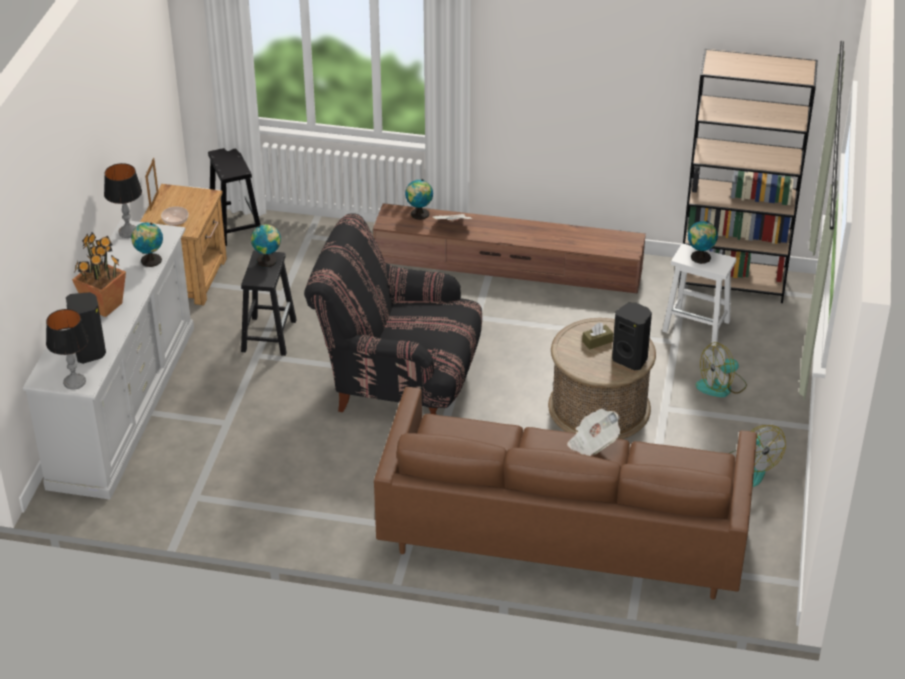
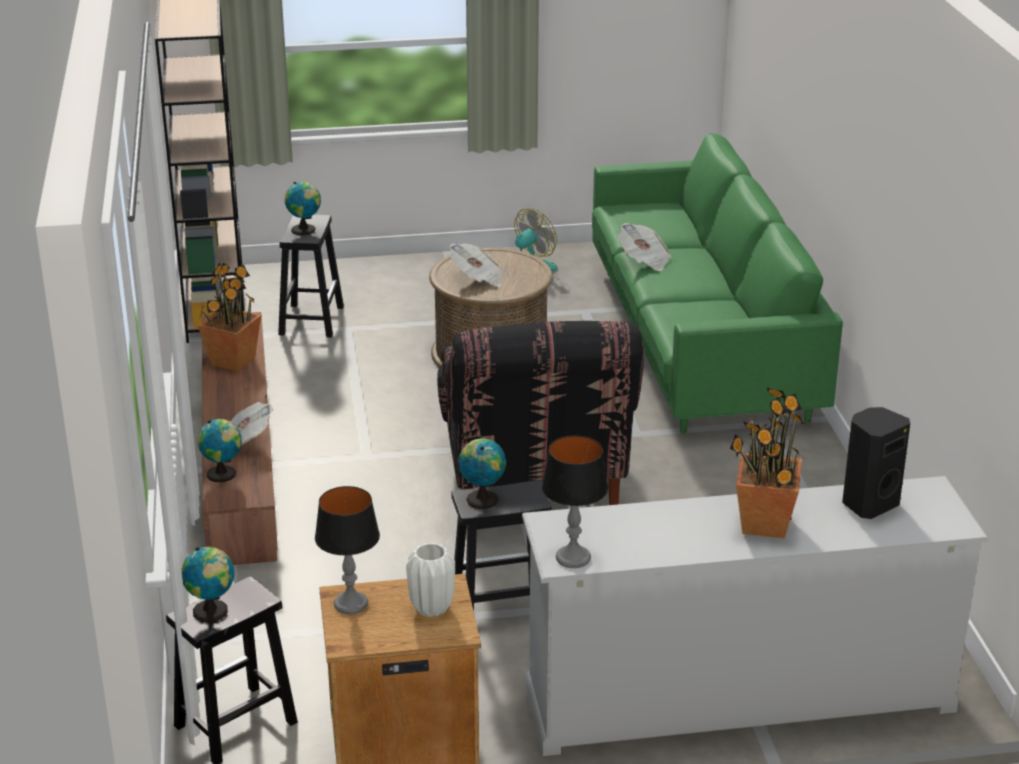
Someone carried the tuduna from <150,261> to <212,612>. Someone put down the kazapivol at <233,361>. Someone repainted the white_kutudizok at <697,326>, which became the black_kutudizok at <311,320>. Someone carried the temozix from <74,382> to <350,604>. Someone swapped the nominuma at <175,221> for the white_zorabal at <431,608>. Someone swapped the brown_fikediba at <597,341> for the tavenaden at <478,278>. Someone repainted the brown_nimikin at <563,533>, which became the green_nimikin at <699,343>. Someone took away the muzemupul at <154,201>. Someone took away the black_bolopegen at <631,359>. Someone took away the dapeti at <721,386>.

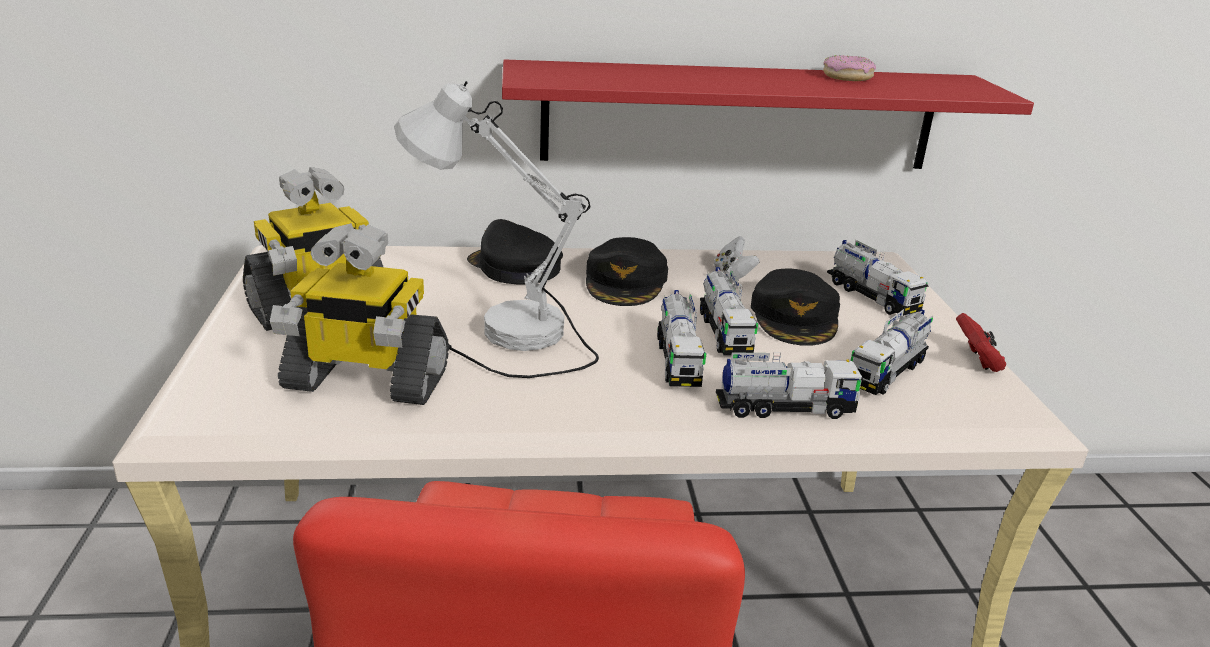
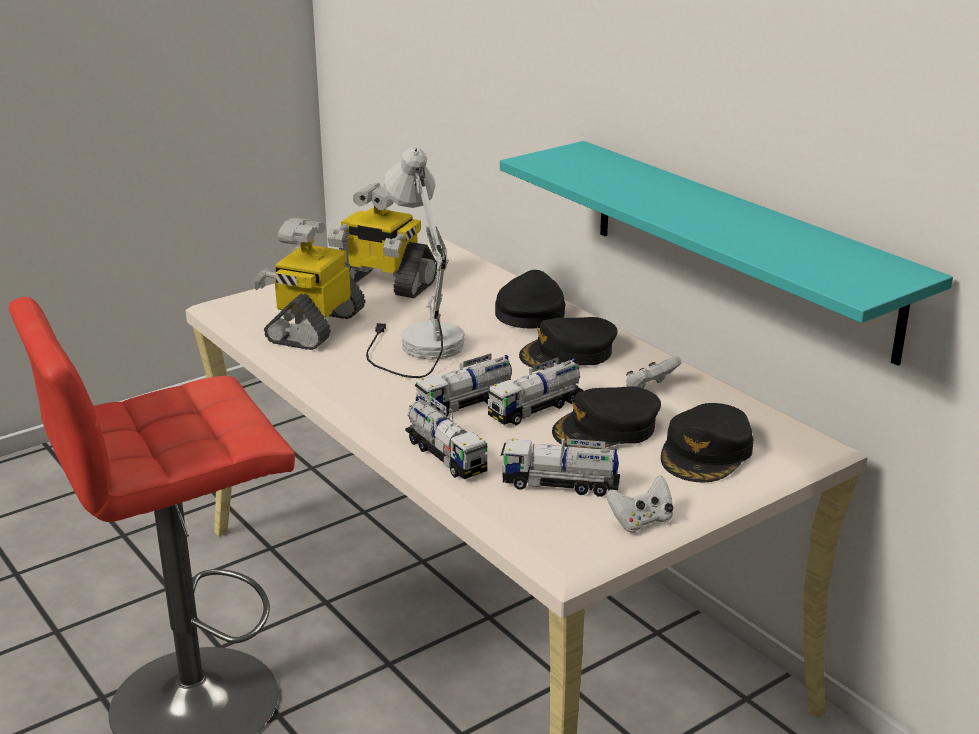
Someone rotated the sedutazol at <365,380> by 45 degrees clockwise. Someone repainted the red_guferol at <740,116>, which became the turquoise_guferol at <739,246>. Someone repainted the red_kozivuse at <977,361>, which became the white_kozivuse at <641,521>. Someone swapped the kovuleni at <871,297> for the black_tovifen at <707,453>. Someone took away the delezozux at <847,77>.

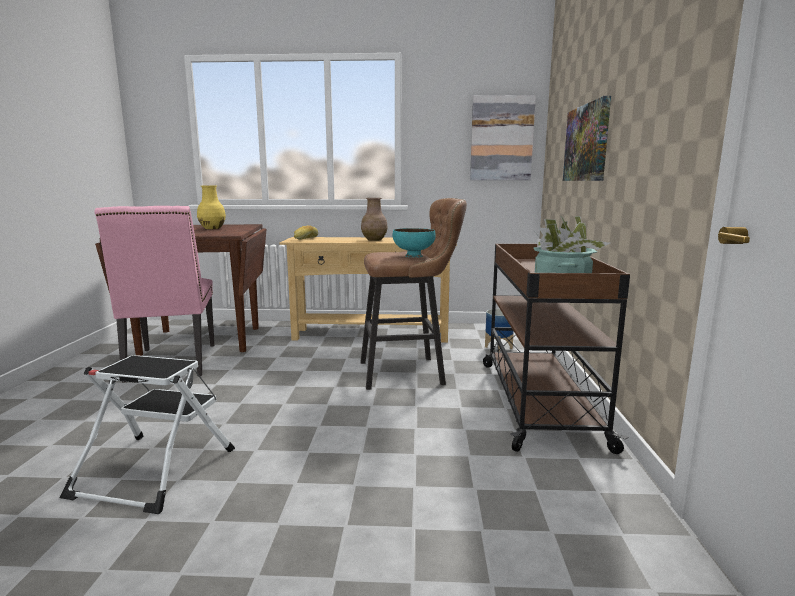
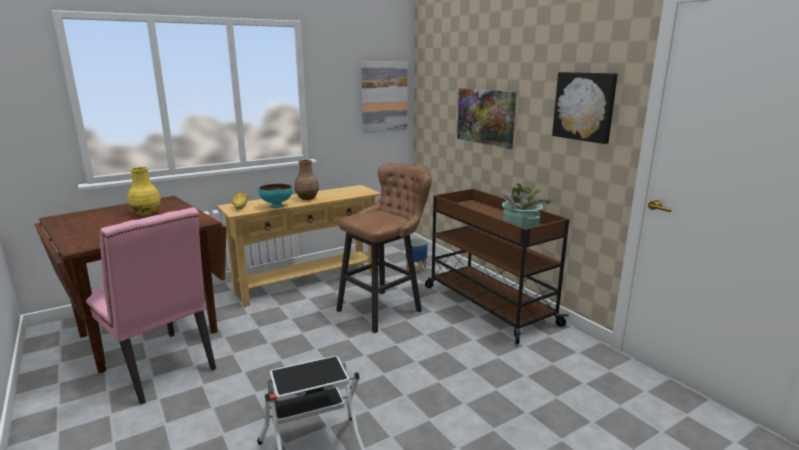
Someone carried the turquoise_nominuma from <413,256> to <276,206>. Someone put up the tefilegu at <585,106>.

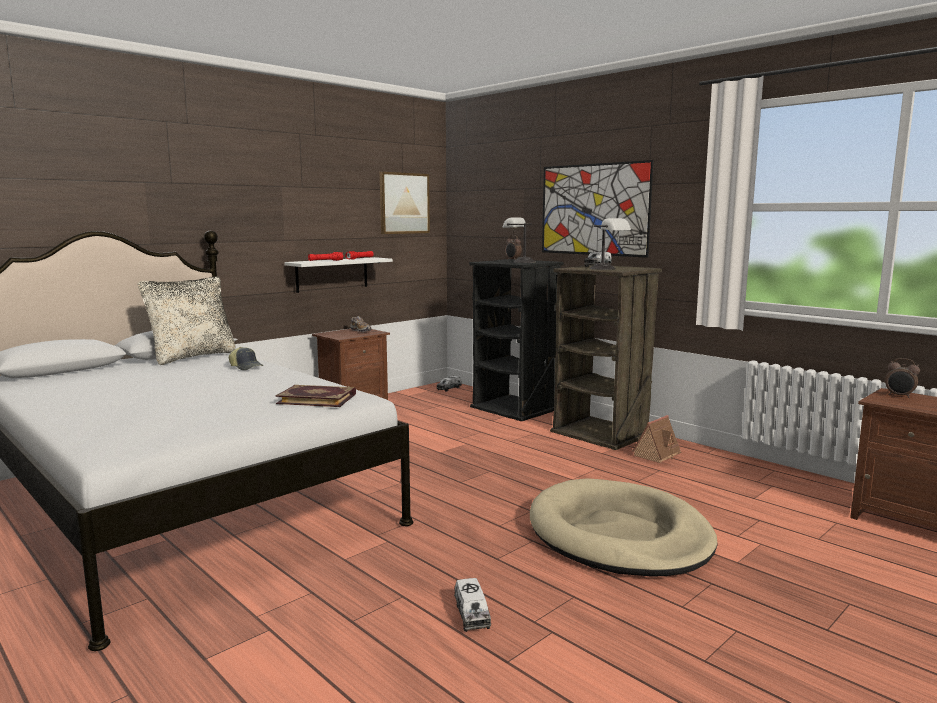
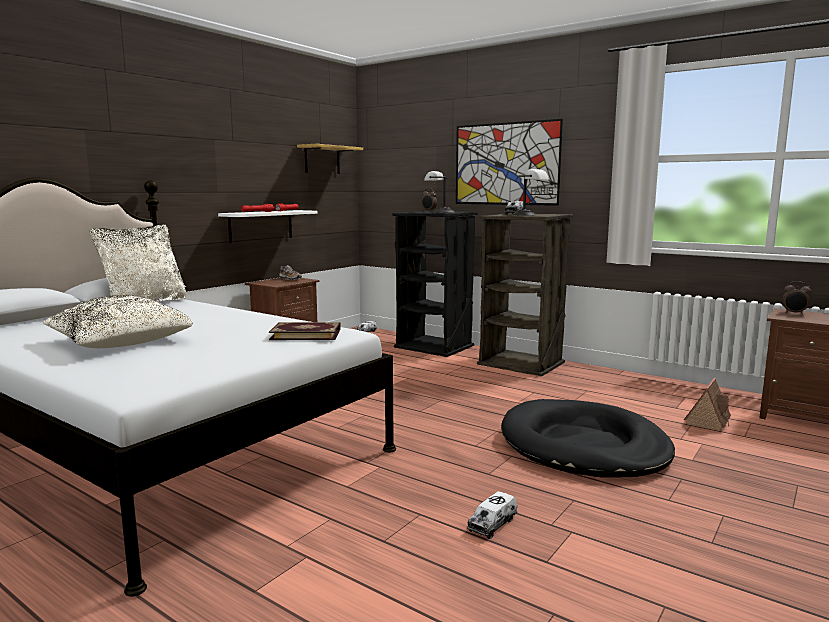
Someone put down the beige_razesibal at <122,340>. Someone swapped the tefilegu at <404,203> for the guferol at <322,160>. Someone rotated the kovuleni at <472,614> by 60 degrees clockwise. Someone repainted the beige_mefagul at <619,535>, which became the black_mefagul at <583,445>. Someone carried the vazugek from <657,454> to <707,421>. Someone took away the tovifen at <246,367>.

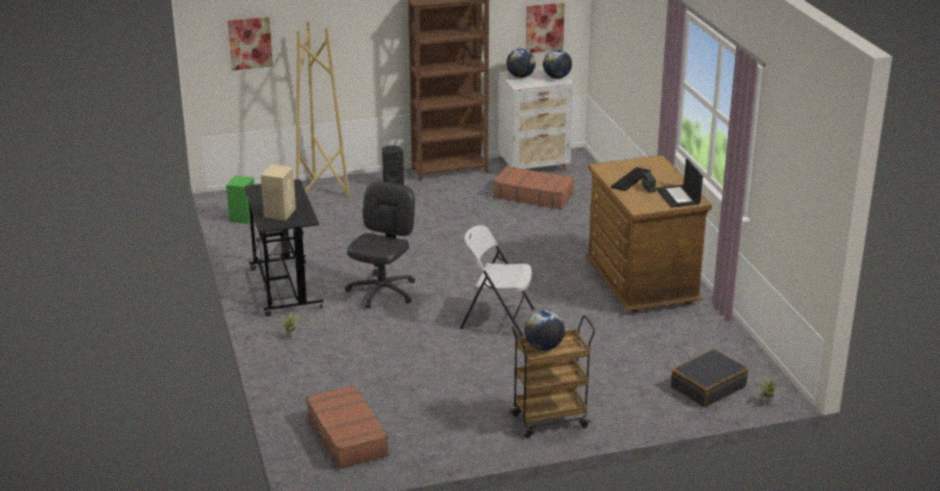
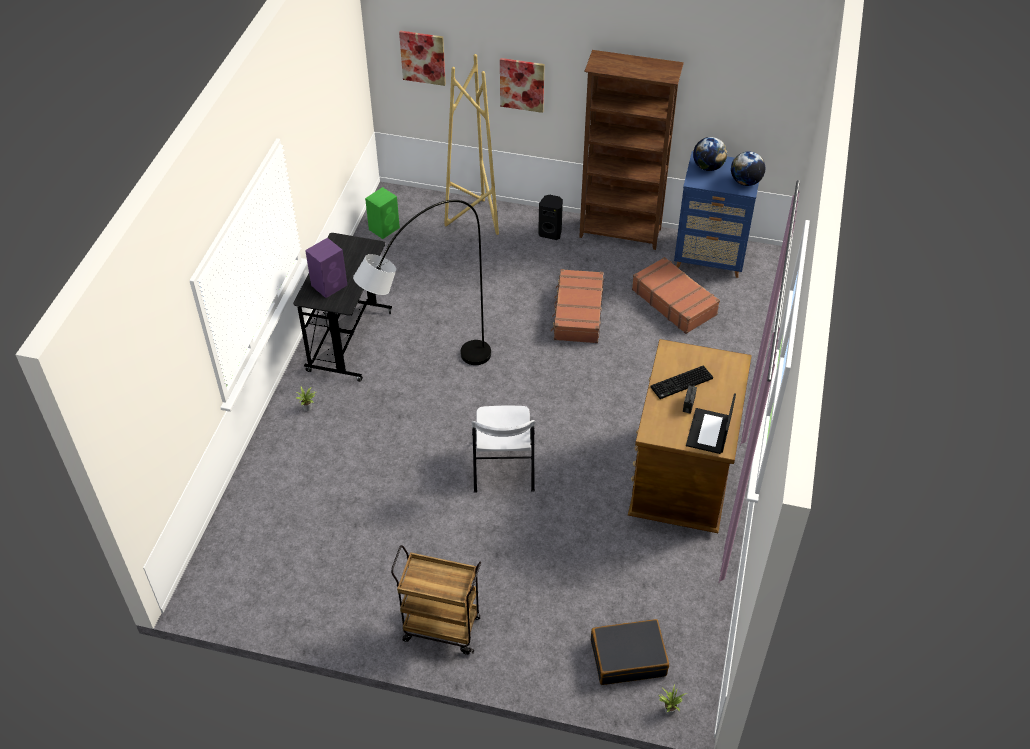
Someone repainted the beige_bolopegen at <280,212>, which became the purple_bolopegen at <330,285>. Someone swapped the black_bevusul at <382,291> for the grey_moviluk at <429,381>. Someone rotated the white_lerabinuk at <497,318> by 135 degrees counterclockwise. Someone carried the tefilegu from <544,27> to <522,84>. Someone carried the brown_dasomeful from <346,437> to <577,313>. Someone repainted the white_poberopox at <534,165>, which became the blue_poberopox at <711,256>. Someone took away the tuduna at <543,347>.

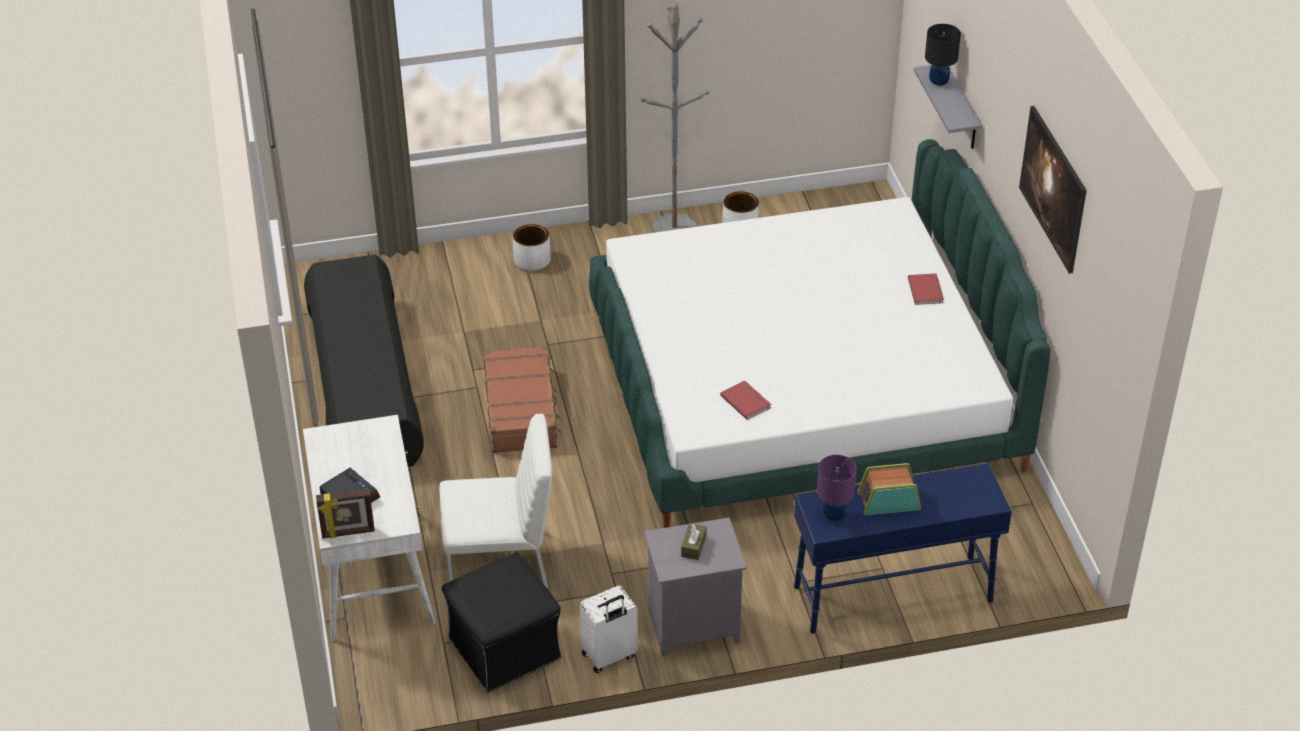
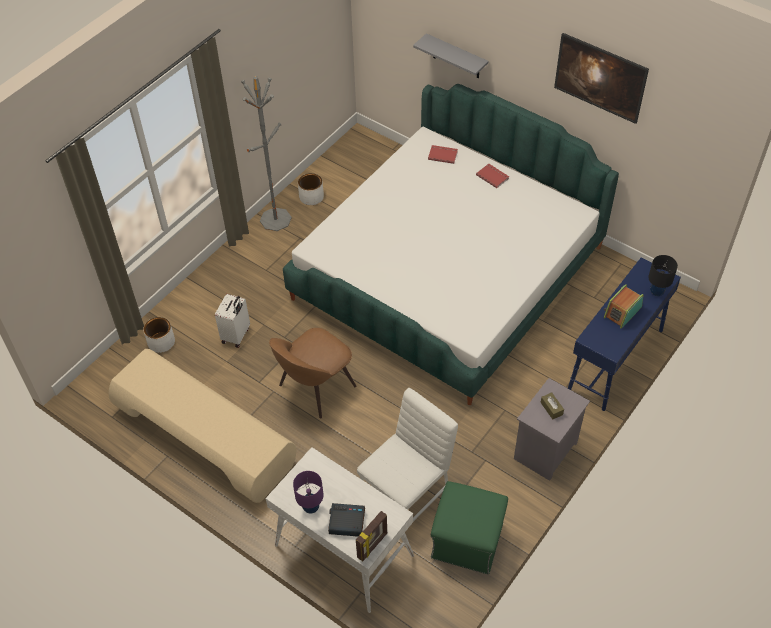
Someone repainted the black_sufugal at <364,384>, which became the beige_sufugal at <204,436>. Someone carried the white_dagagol from <532,260> to <161,342>. Someone carried the white_dasomeful from <609,656> to <236,335>. Someone swapped the brown_dasomeful at <522,410> for the brown_lerabinuk at <315,388>. Someone carried the purple_temozix from <833,514> to <310,507>. Someone carried the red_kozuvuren from <746,401> to <442,154>. Someone repainted the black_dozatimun at <505,649>, which became the green_dozatimun at <468,541>. Someone carried the black_temozix from <938,82> to <656,292>.

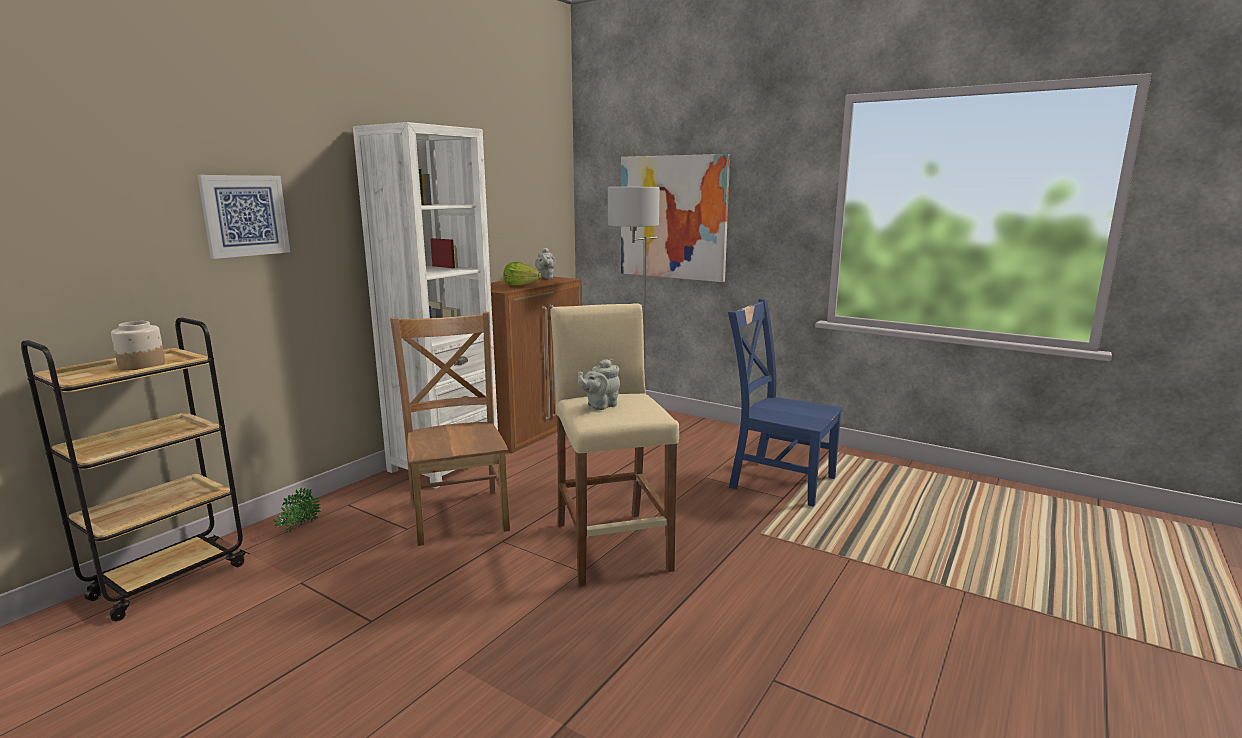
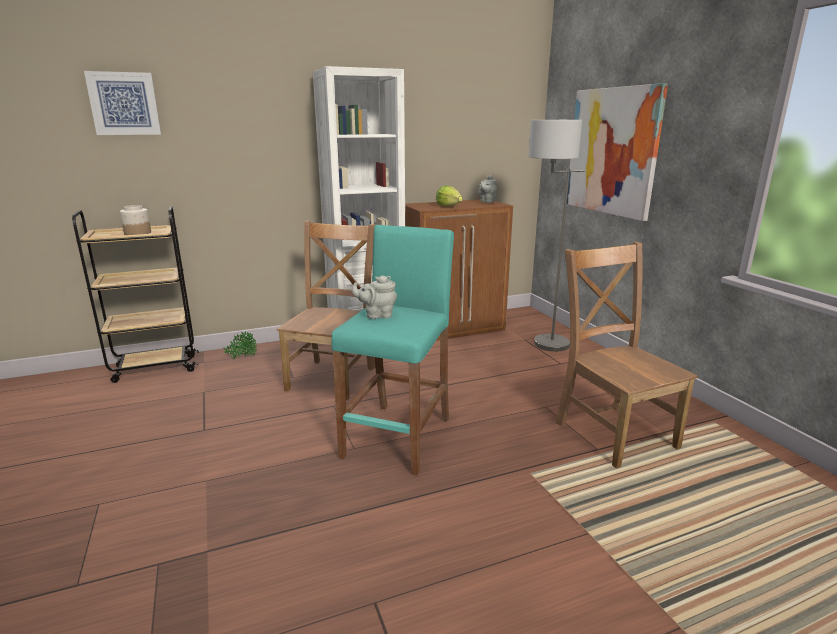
Someone carried the tefilegu from <244,215> to <124,104>. Someone repainted the beige_kutudizok at <611,546>, which became the turquoise_kutudizok at <398,437>. Someone repainted the blue_lerabinuk at <778,481>, which became the brown_lerabinuk at <612,432>.

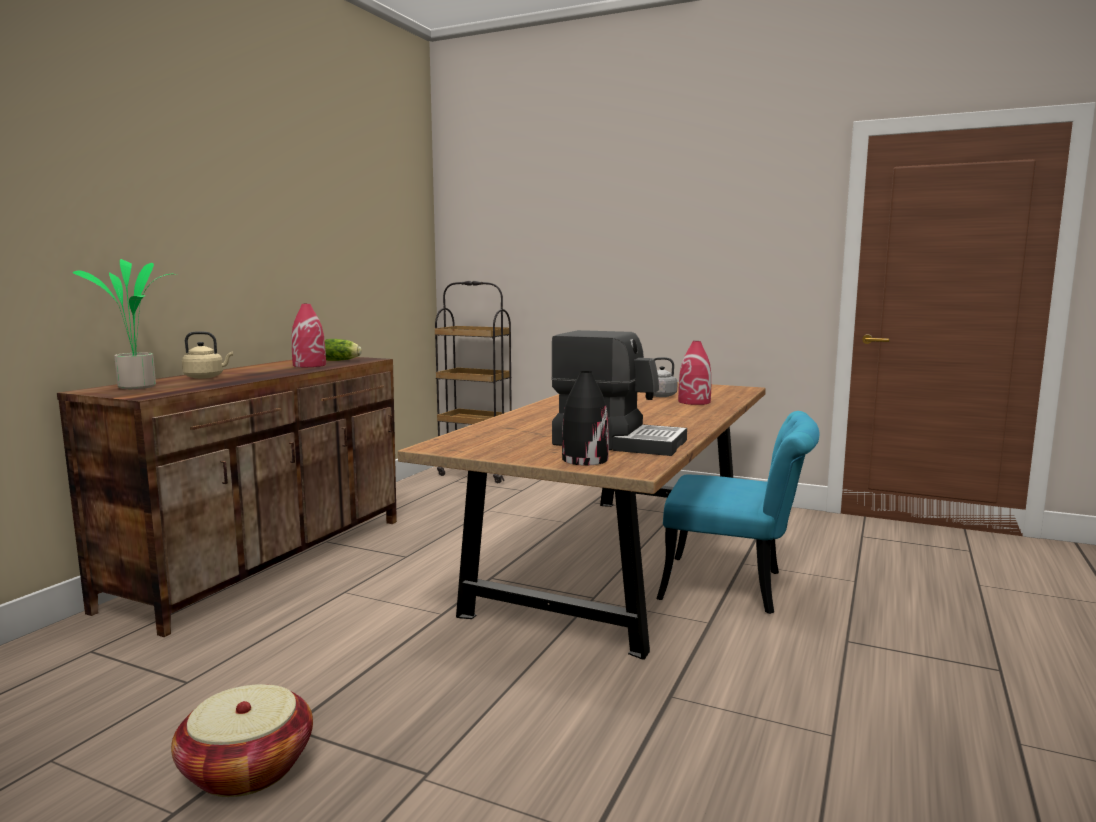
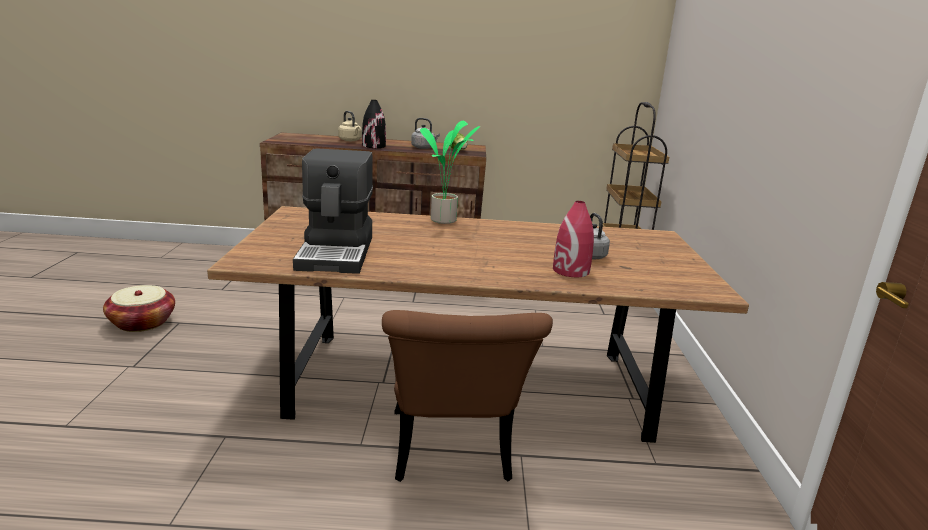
Someone carried the black_zorabal from <584,460> to <373,146>. Someone repainted the turquoise_lerabinuk at <736,587>, which became the brown_lerabinuk at <452,455>. Someone swapped the red_zorabal at <309,365> for the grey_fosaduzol at <424,148>. Someone carried the kazapivol from <139,386> to <445,220>.

